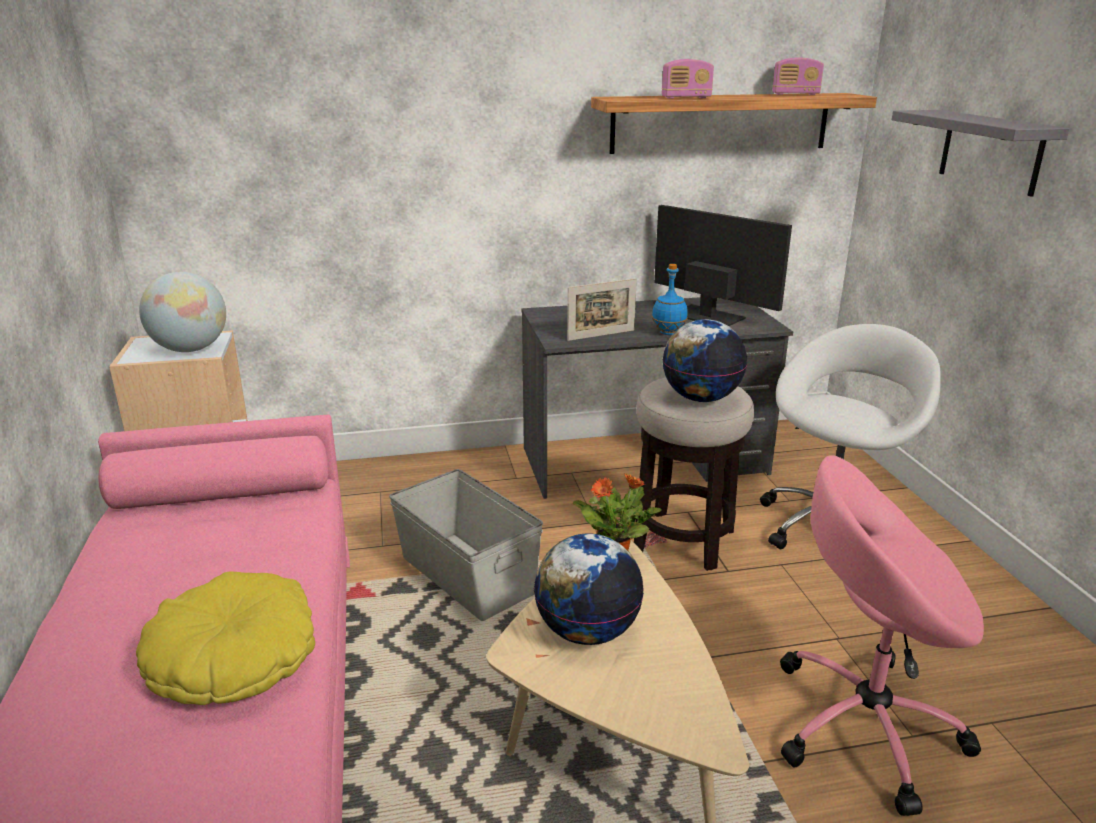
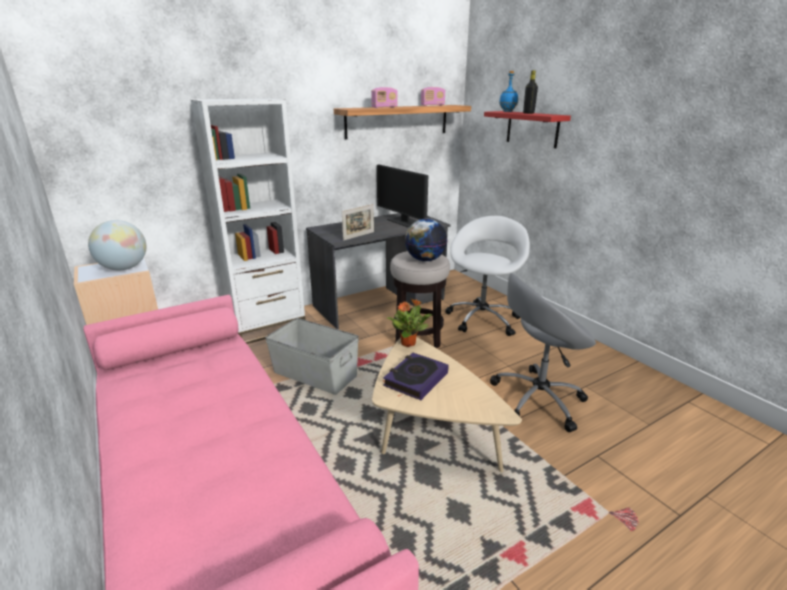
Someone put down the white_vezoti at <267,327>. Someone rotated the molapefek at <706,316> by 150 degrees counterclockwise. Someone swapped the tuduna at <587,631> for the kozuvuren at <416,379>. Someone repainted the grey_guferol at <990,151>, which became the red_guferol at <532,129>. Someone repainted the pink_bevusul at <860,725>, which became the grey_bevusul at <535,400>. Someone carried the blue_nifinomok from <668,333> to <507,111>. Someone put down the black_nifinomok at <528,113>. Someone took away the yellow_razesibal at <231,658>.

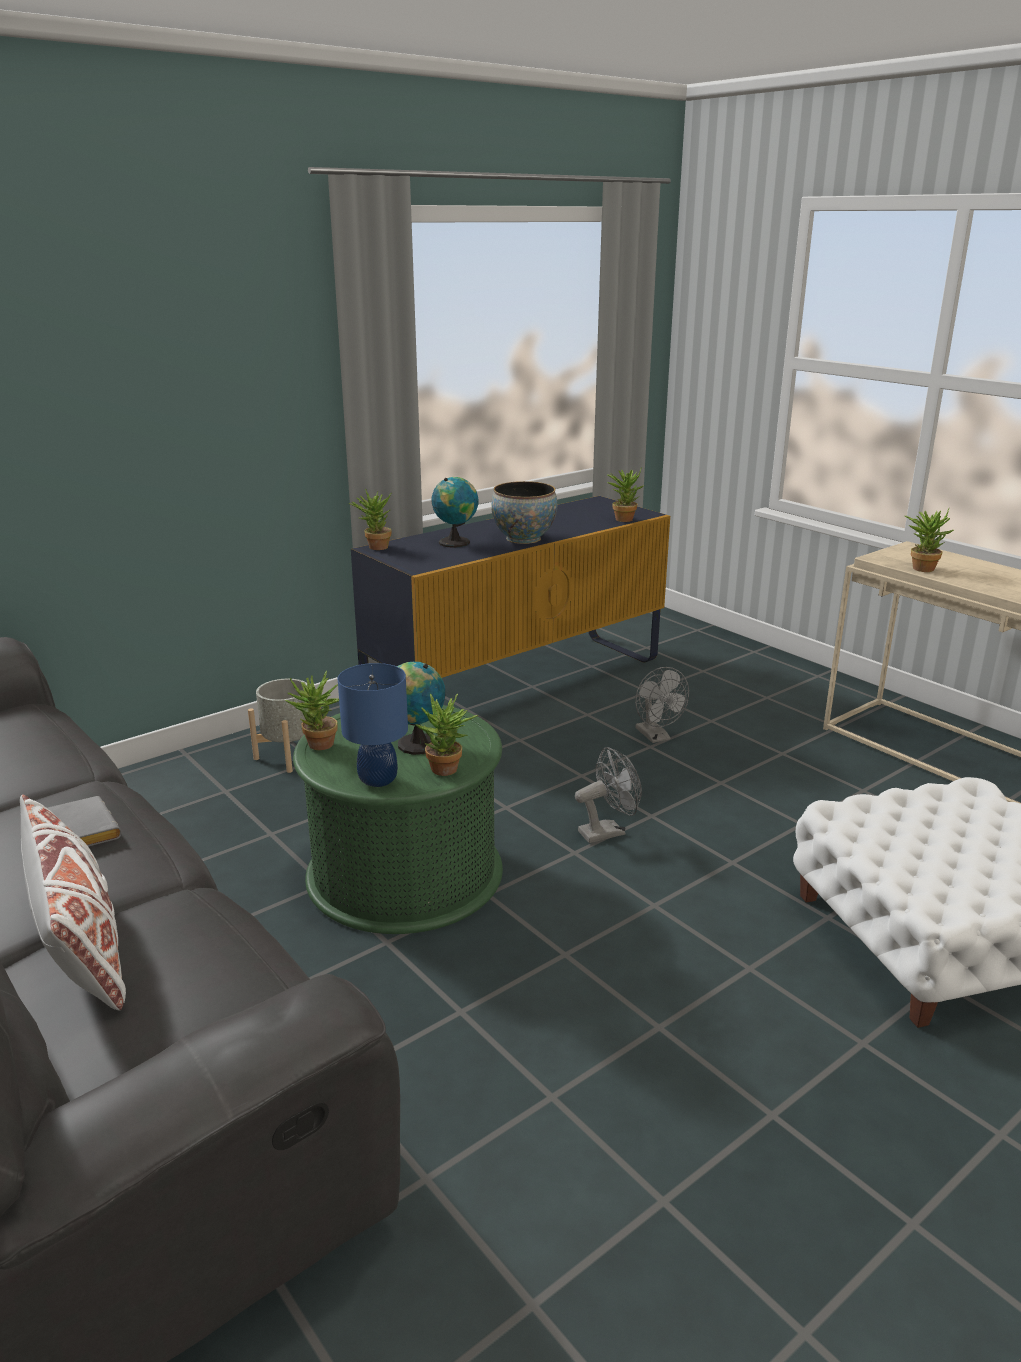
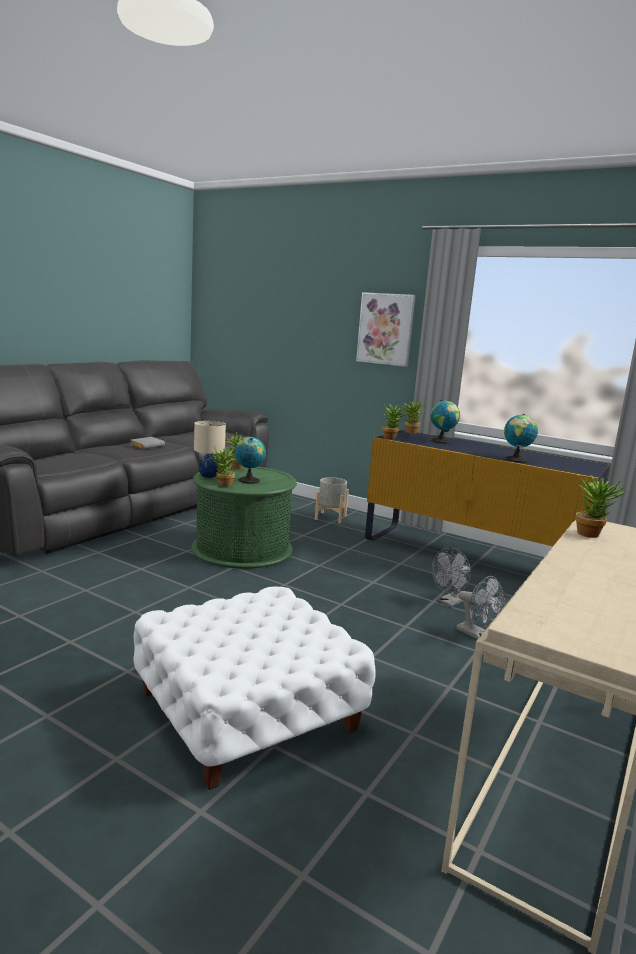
Someone repainted the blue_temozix at <378,782>, which became the beige_temozix at <207,476>. Someone put up the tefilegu at <385,329>. Someone carried the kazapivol from <623,518> to <391,438>. Someone carried the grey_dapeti from <607,831> to <477,635>. Someone put down the tuduna at <516,460>. Someone took away the white_razesibal at <80,944>. Someone took away the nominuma at <523,539>.

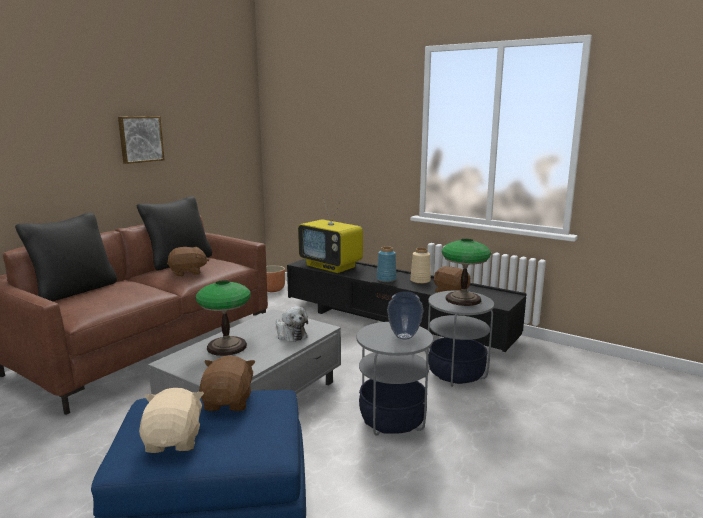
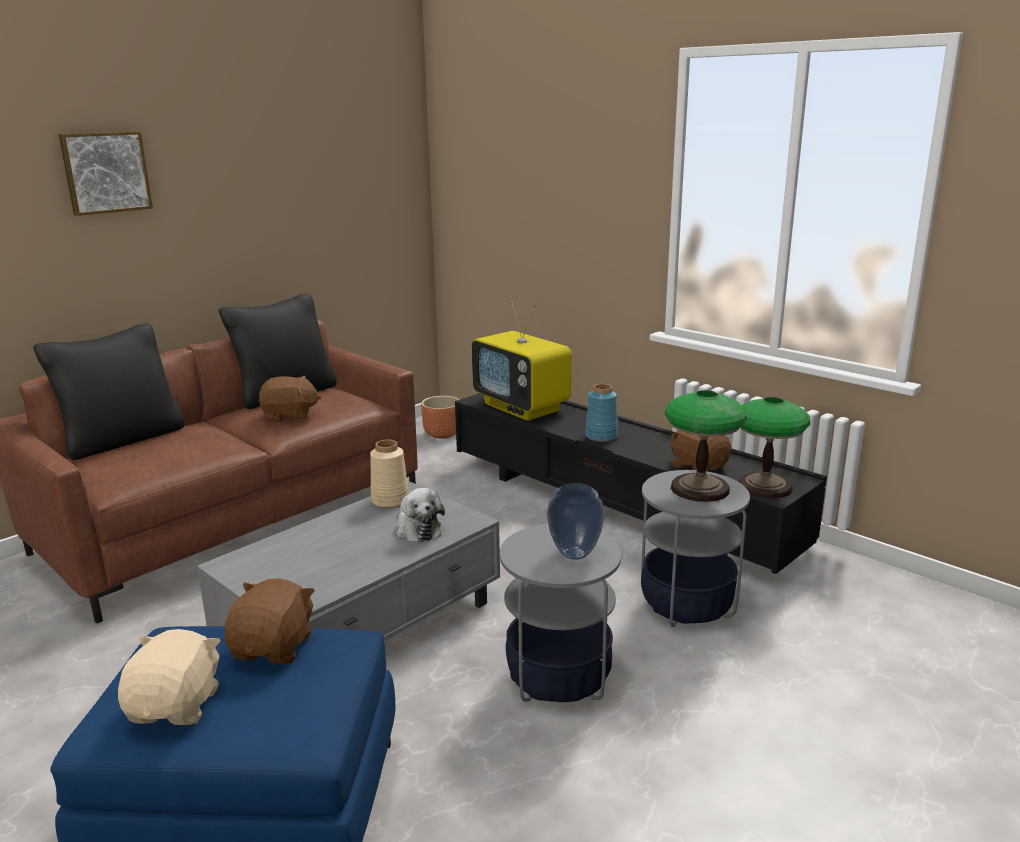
Someone carried the tefilegu from <140,139> to <105,172>. Someone carried the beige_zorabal from <420,281> to <390,501>. Someone carried the temozix from <226,347> to <764,486>.

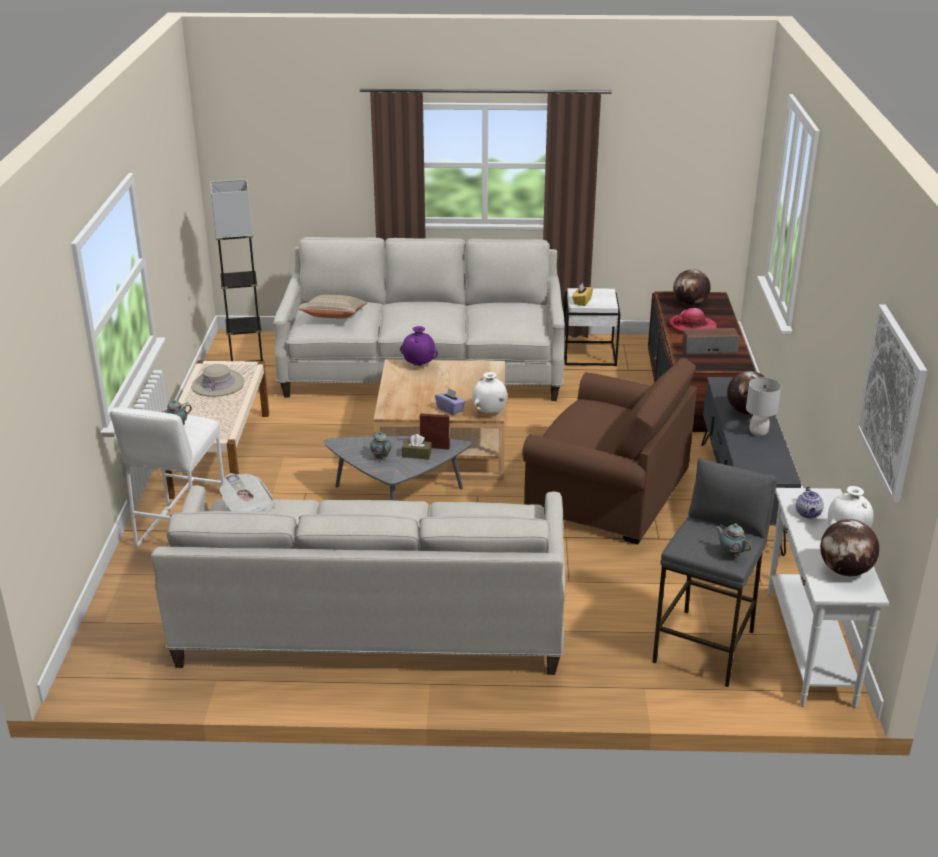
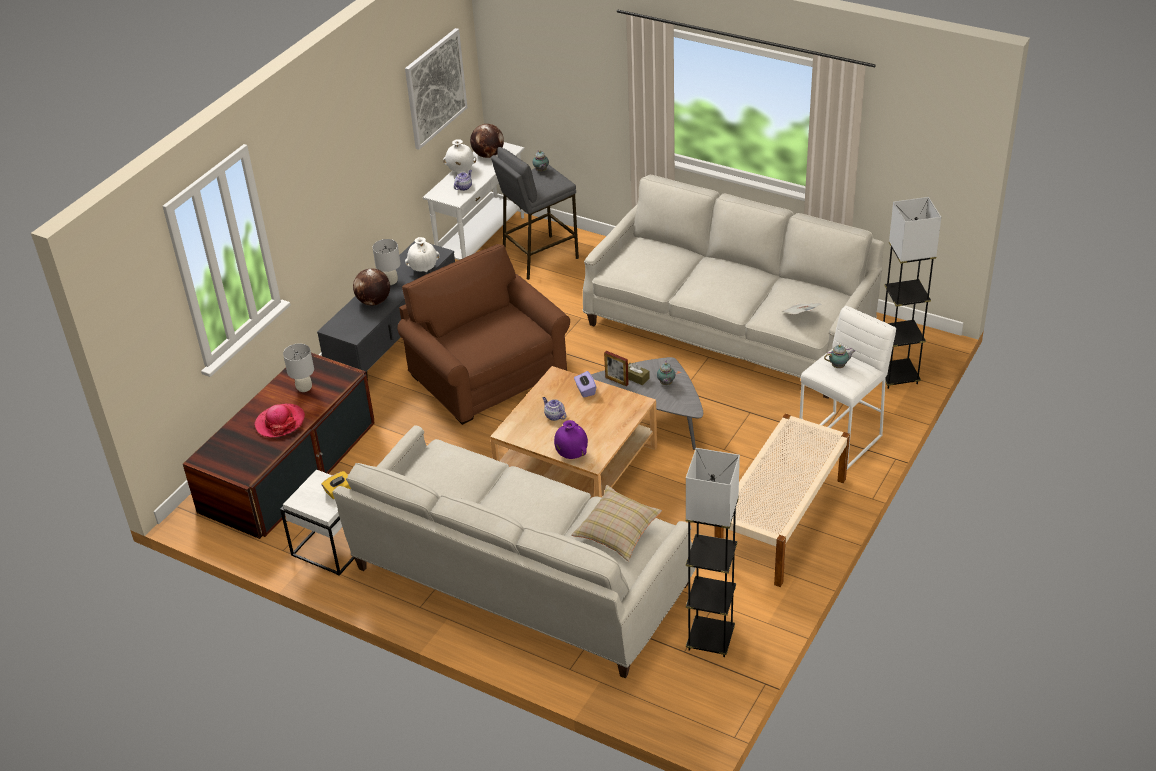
Someone swapped the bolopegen at <709,349> for the grey_temozix at <303,389>. Someone carried the white_zorabal from <489,412> to <424,269>. Someone put down the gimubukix at <554,416>. Someone put down the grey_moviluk at <897,376>. Someone took away the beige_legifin at <218,385>. Someone took away the tuduna at <690,304>.

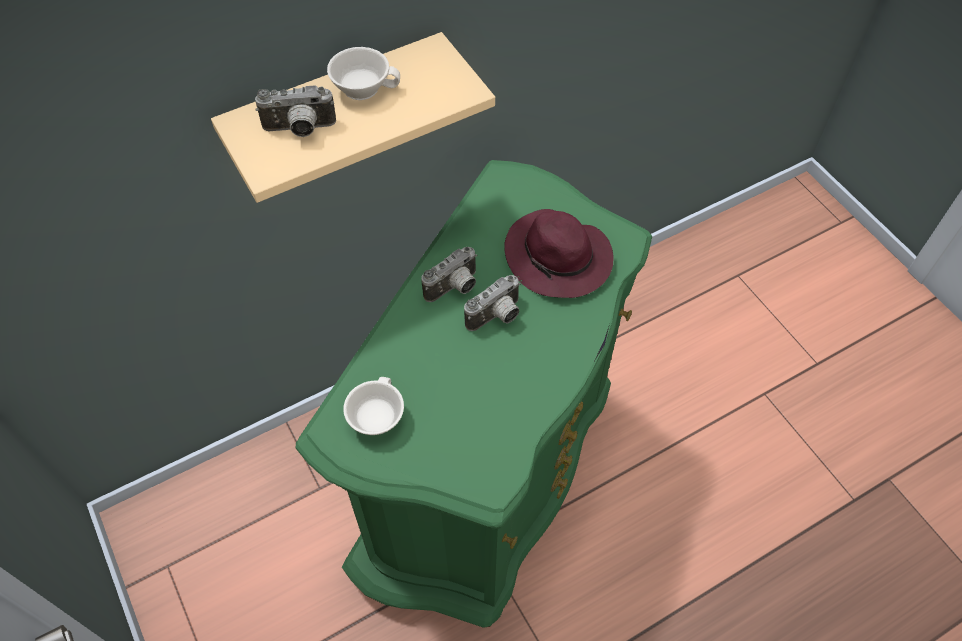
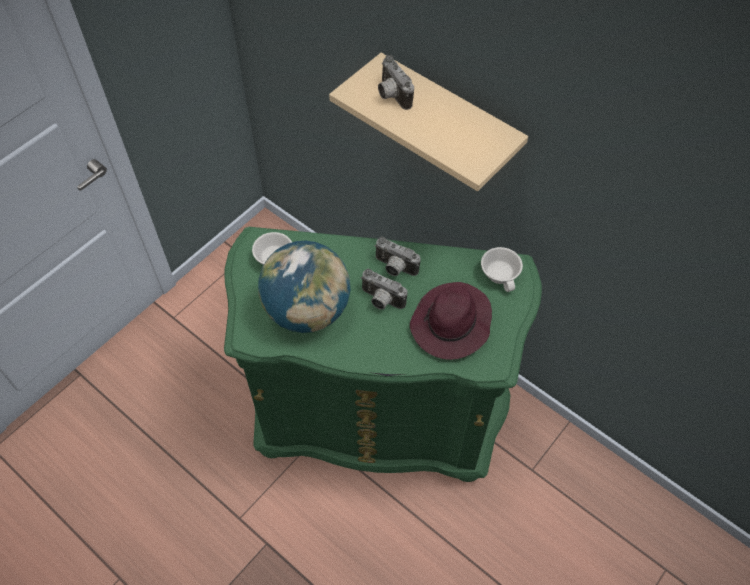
Someone put down the tuduna at <307,311>. Someone carried the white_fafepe from <363,86> to <501,274>.

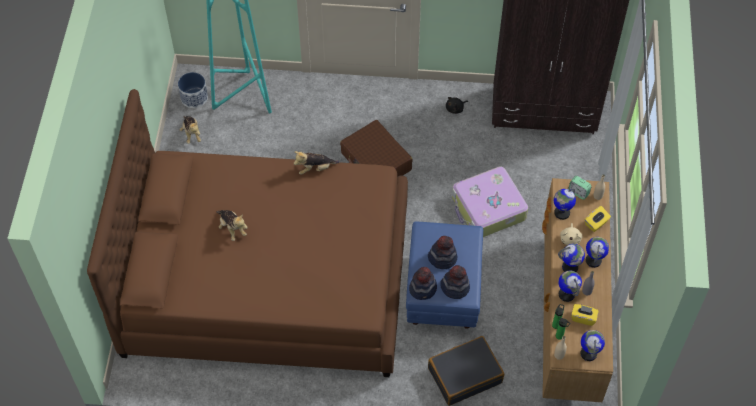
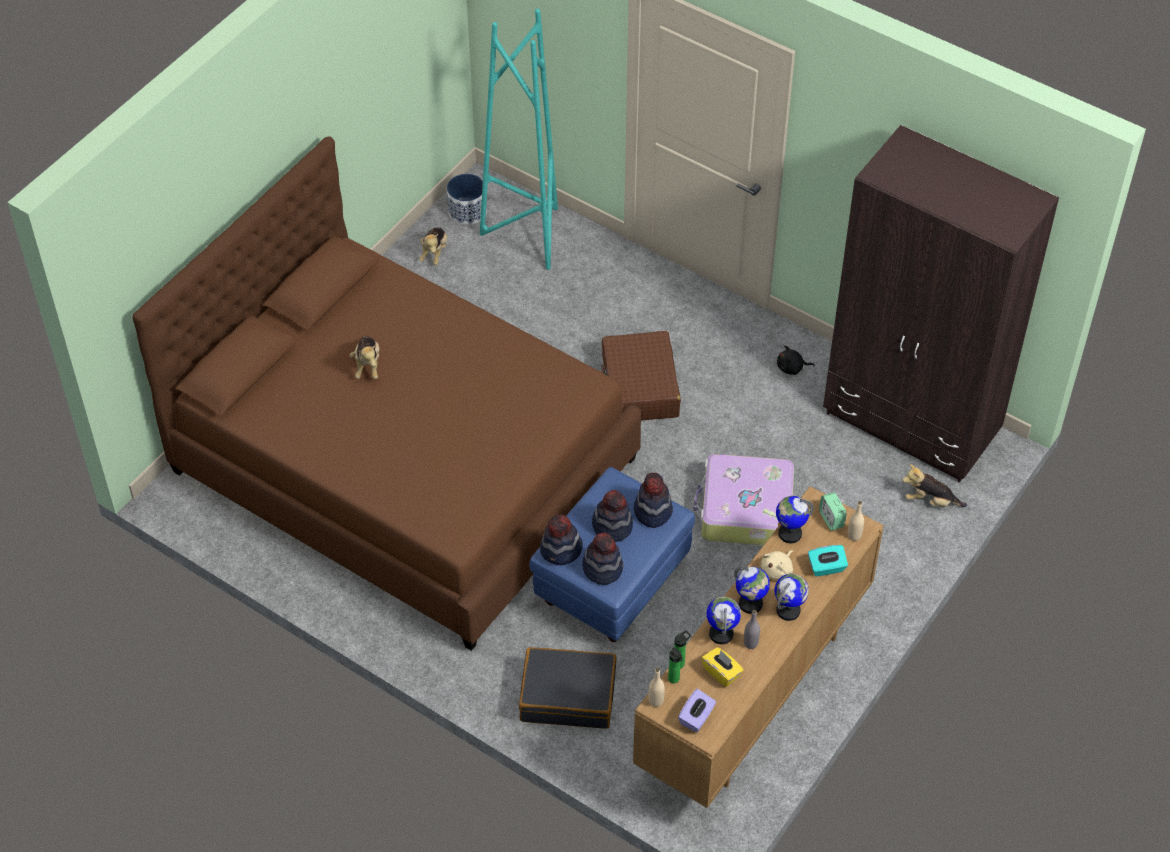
Someone put down the legifin at <652,511>. Someone swapped the tuduna at <588,353> for the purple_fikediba at <696,718>. Someone repainted the yellow_fikediba at <596,223>, which became the turquoise_fikediba at <826,568>. Someone carried the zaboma from <315,168> to <930,501>.

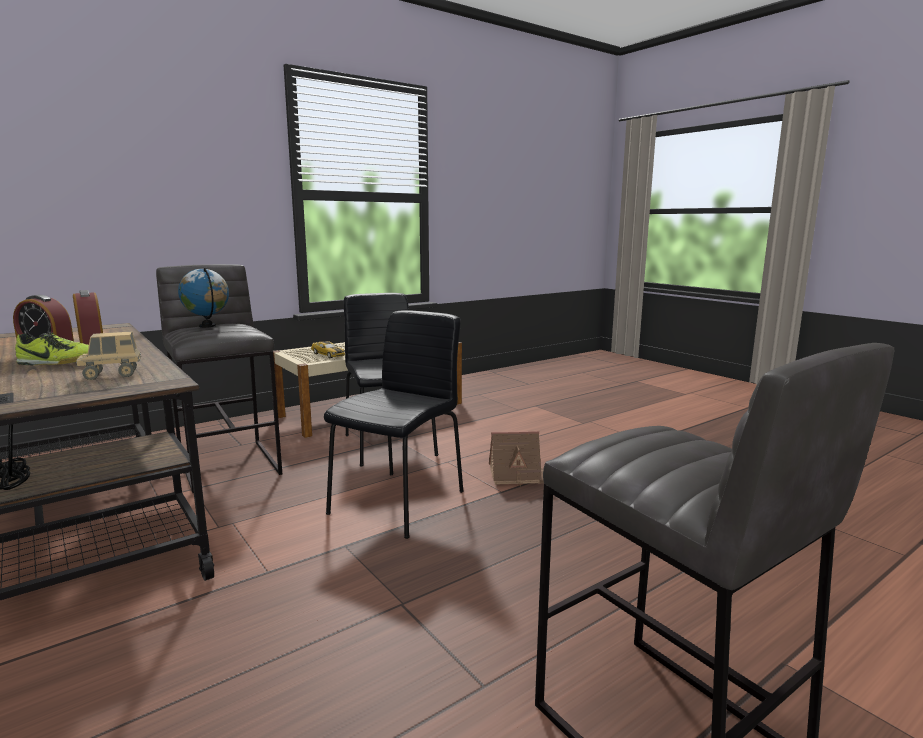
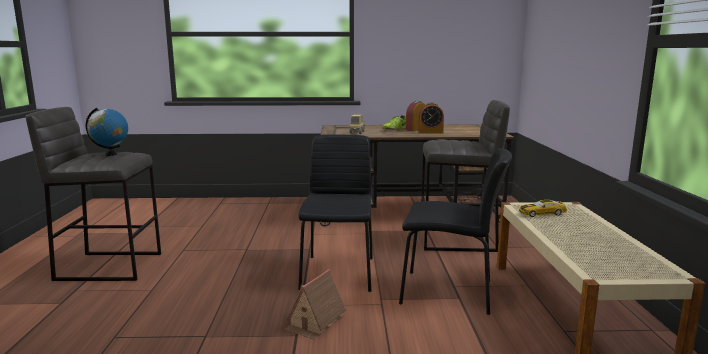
Someone carried the tuduna from <207,326> to <111,154>. Someone rotated the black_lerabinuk at <400,500> by 150 degrees counterclockwise.

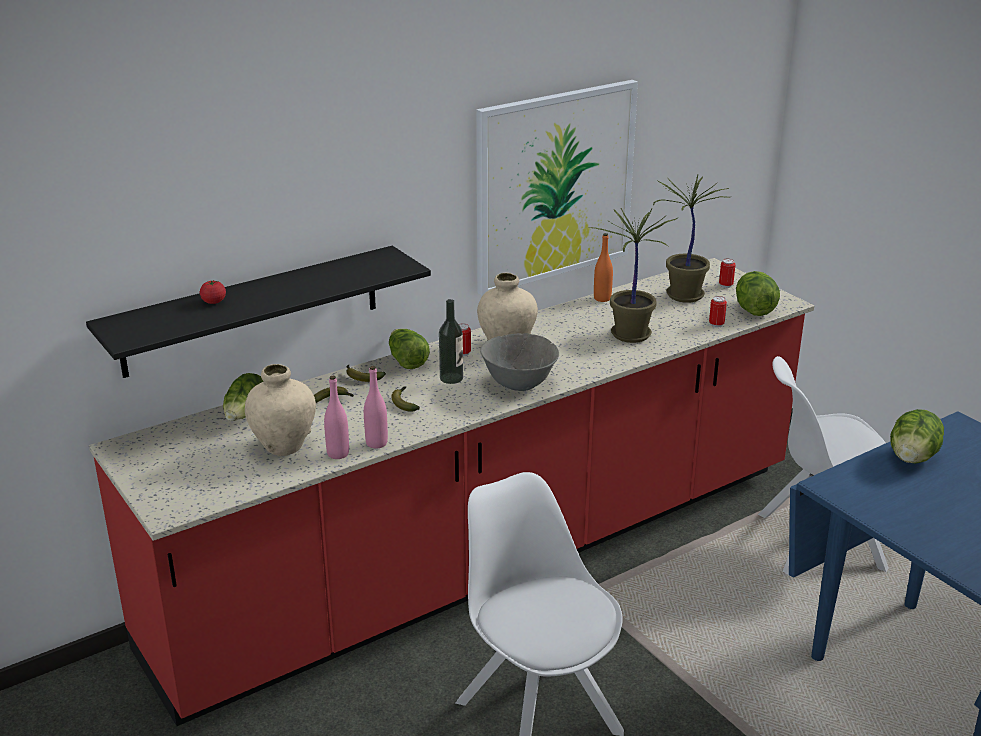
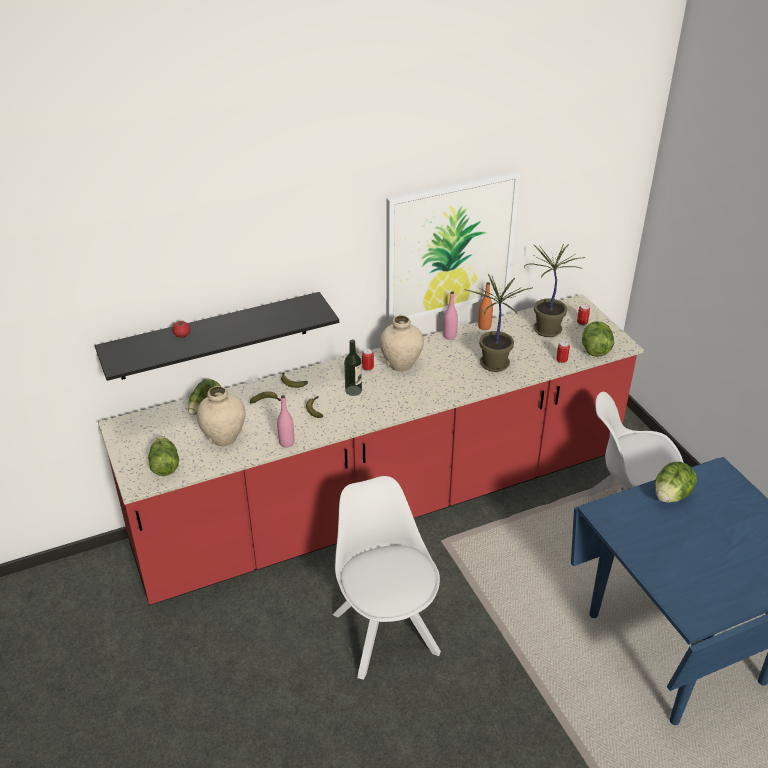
Someone carried the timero from <407,361> to <164,465>. Someone carried the pink_nifinomok from <338,454> to <449,336>. Someone took away the grey_nominuma at <518,384>.

